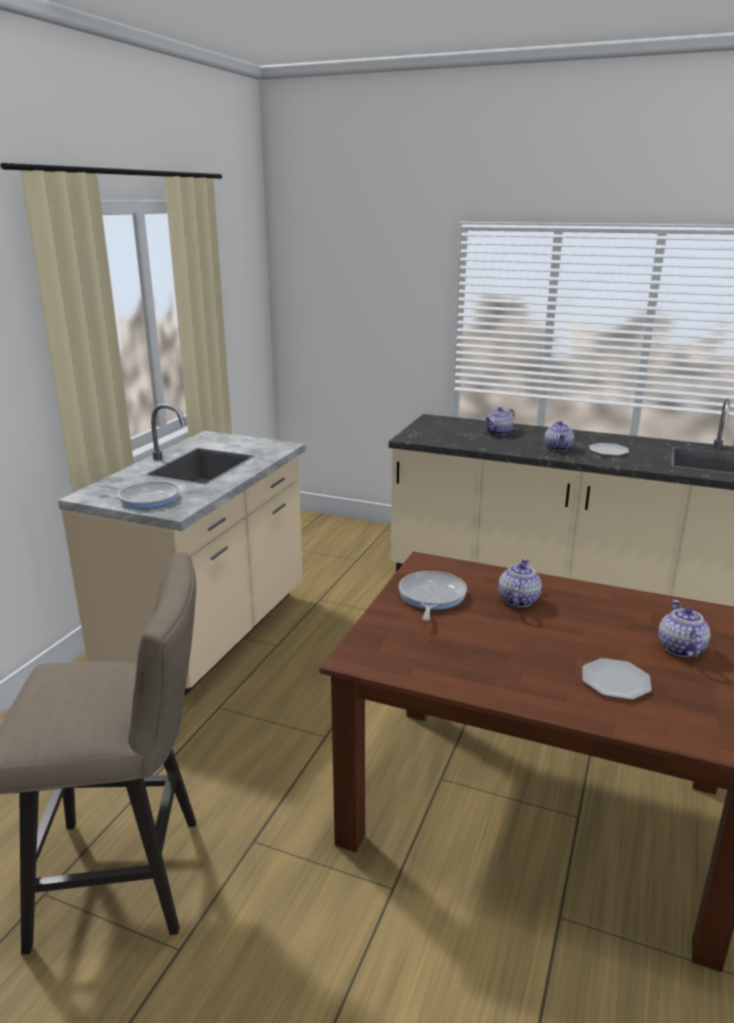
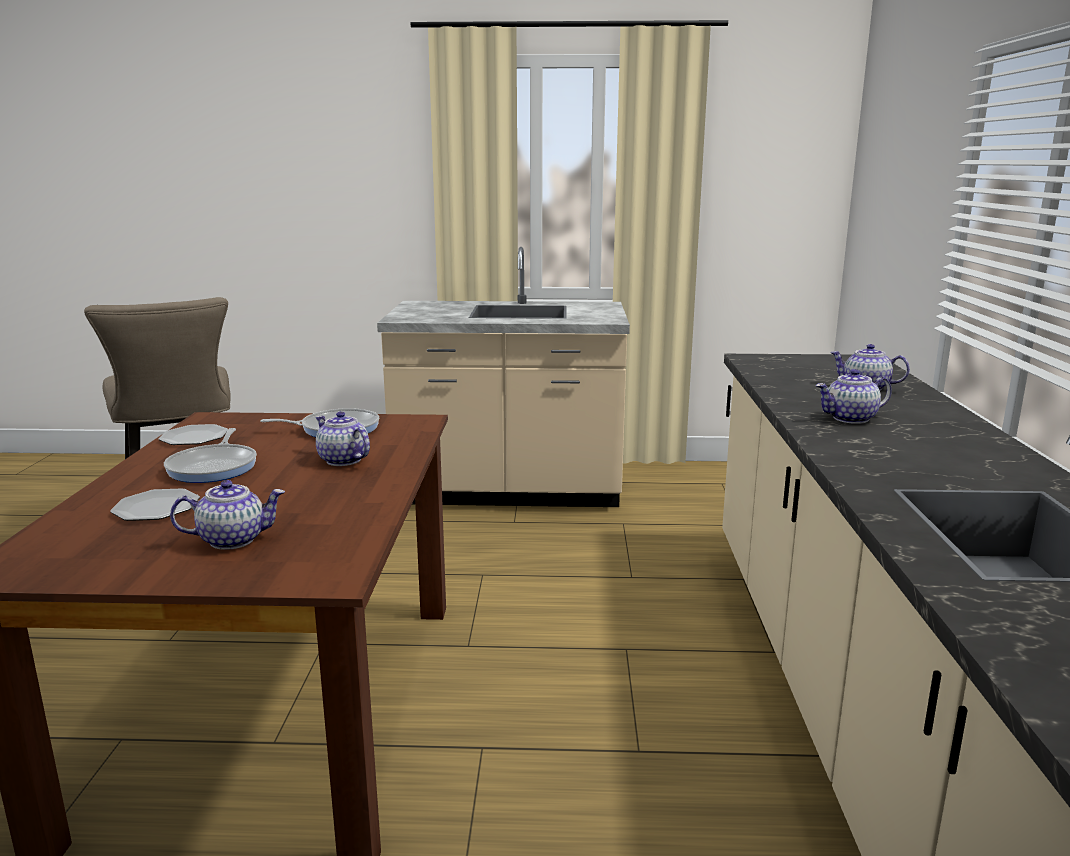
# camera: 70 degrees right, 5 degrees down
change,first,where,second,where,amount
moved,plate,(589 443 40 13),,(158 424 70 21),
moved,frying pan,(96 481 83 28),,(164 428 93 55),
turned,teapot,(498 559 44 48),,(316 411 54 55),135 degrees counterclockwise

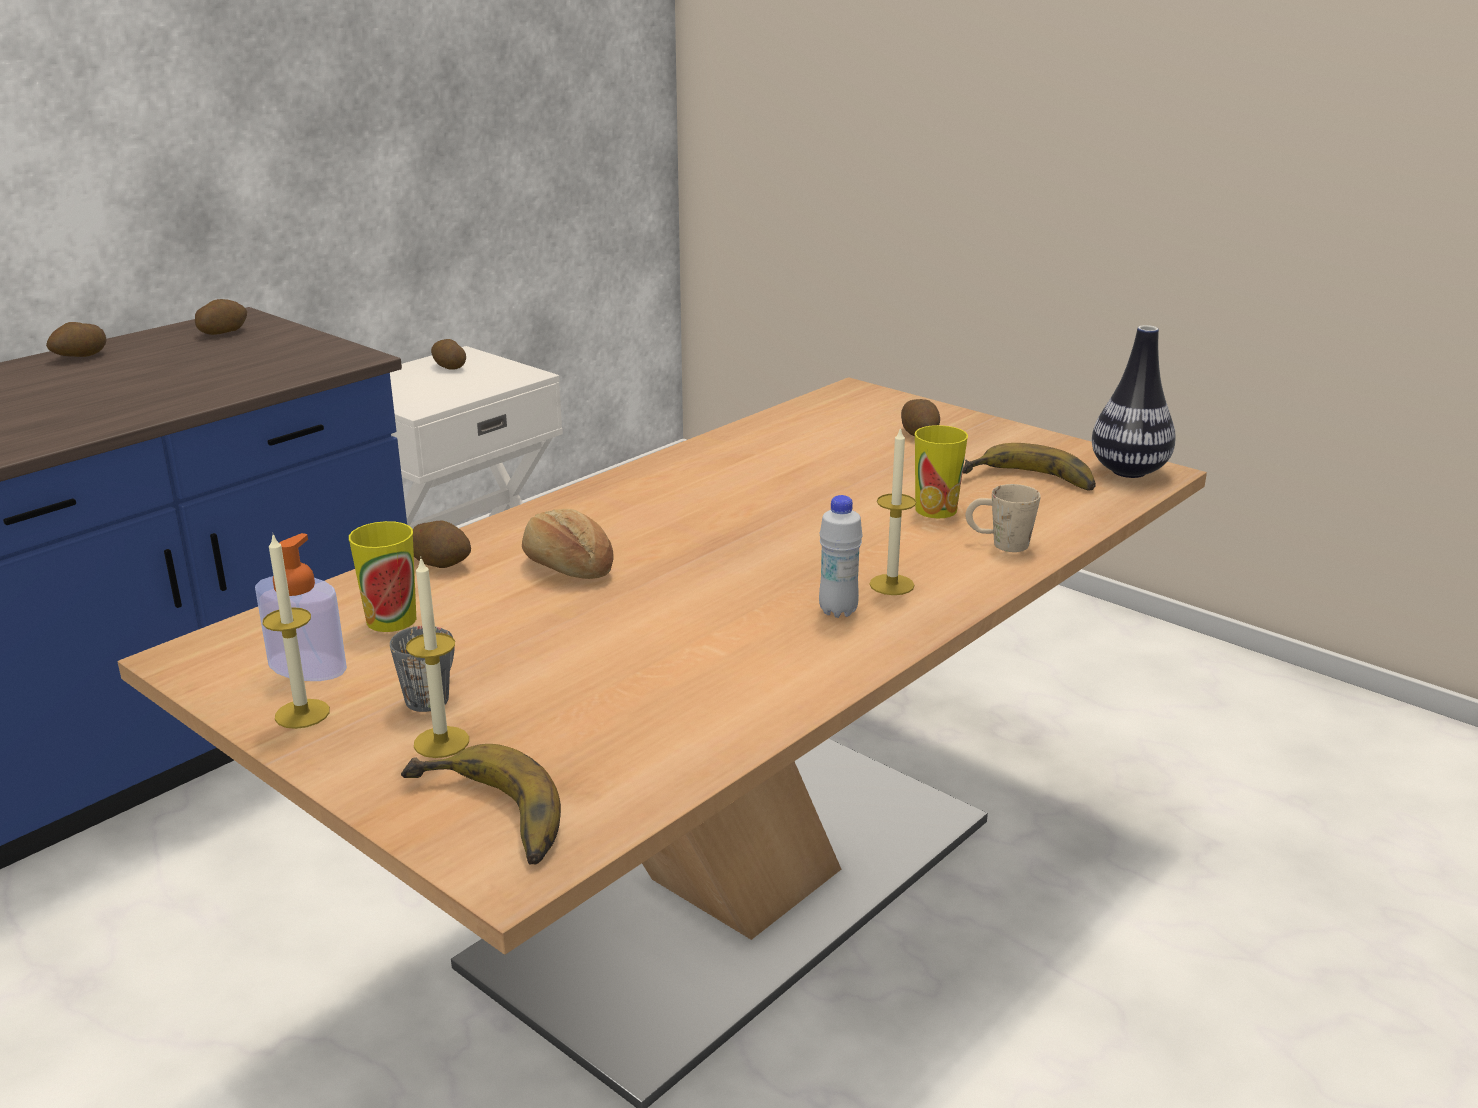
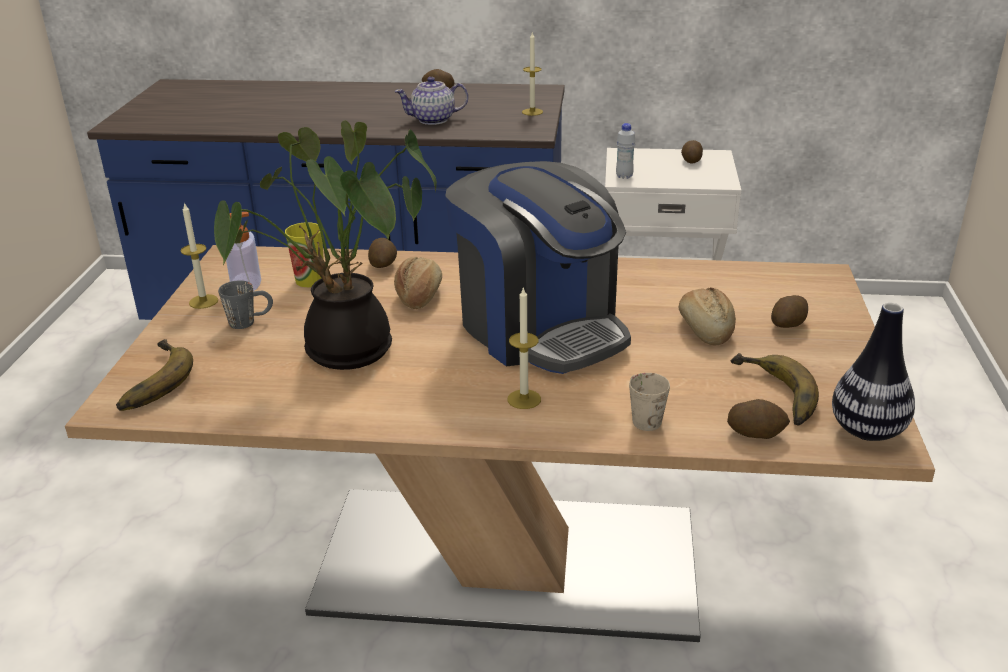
# camera: 55 degrees right, 5 degrees up
change,first,where,second,where,amount
moved,potato,(195 299 52 36),,(727 399 63 40),
removed,cup,(915 425 53 93),,,
moved,white bottle,(819 495 44 123),,(616 123 19 56),
moved,candle,(406 559 63 199),,(522 33 21 83),
added,,,teapot,(394 77 75 48),
added,,,potted plant,(214 120 223 250),
added,,,coffee machine,(445 161 186 213),
added,,,bread,(679 288 57 57),

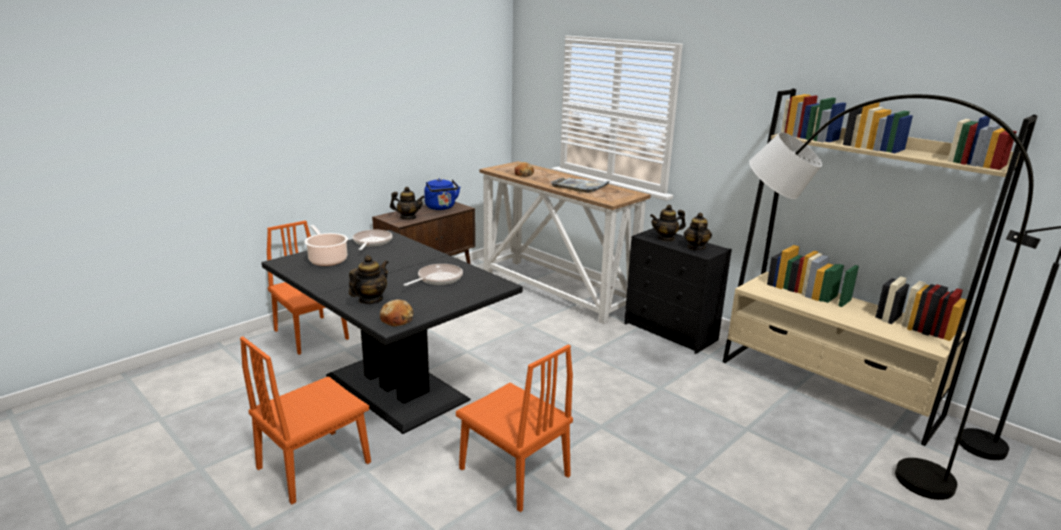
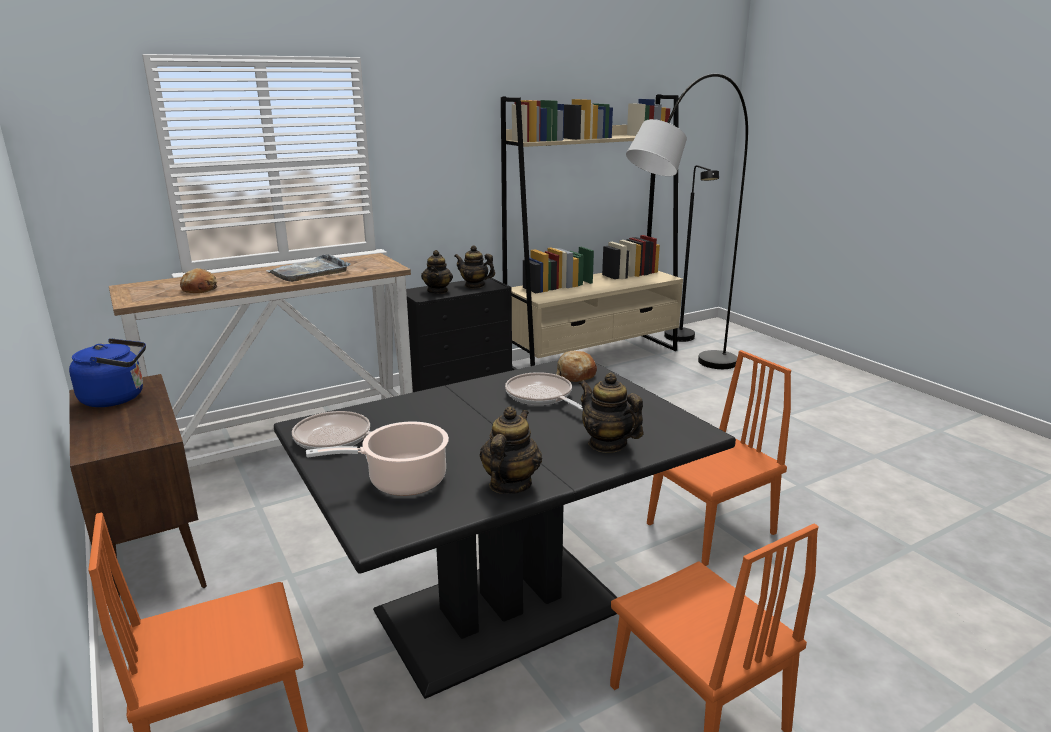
# camera: 75 degrees left, 0 degrees up
change,first,where,second,where,amount
moved,teapot,(390 187 35 33),,(479 406 63 88),
moved,bread,(380 300 34 26),,(556 351 41 31),

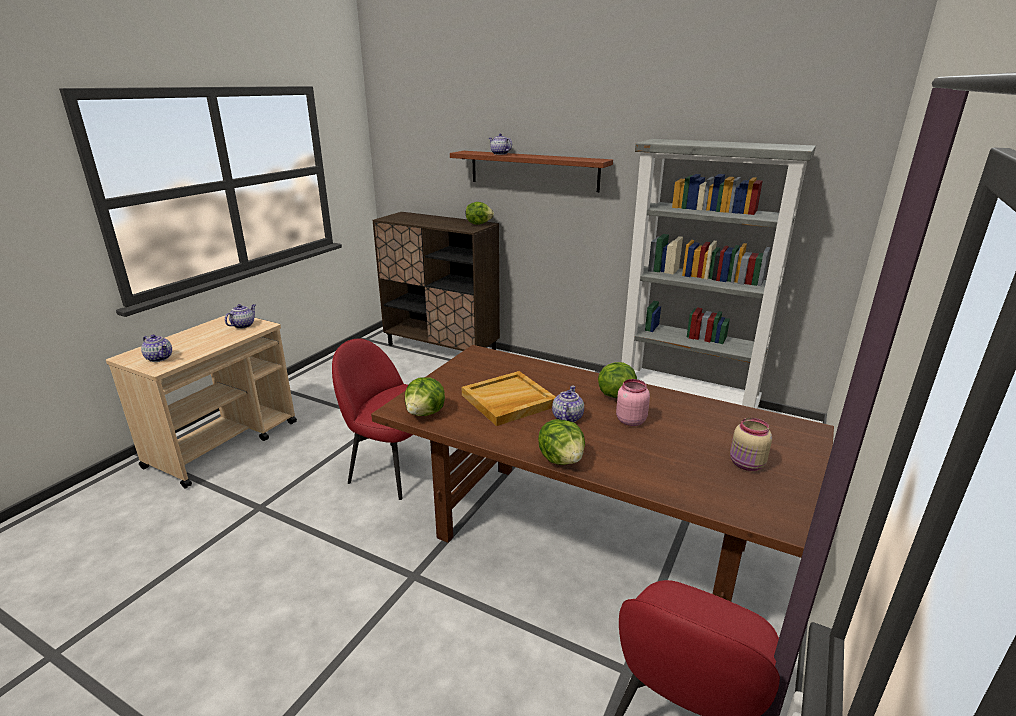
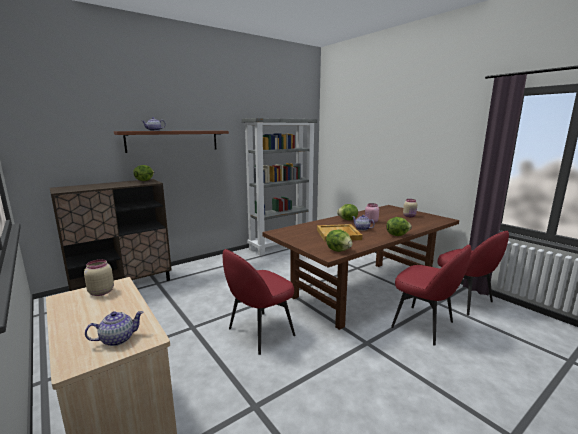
# camera: 65 degrees left, 10 degrees down
change,first,where,second,where,amount
replaced,teapot,(225 304 30 25),beige jar,(84 259 30 37),
added,,,red chair,(391 244 80 102),

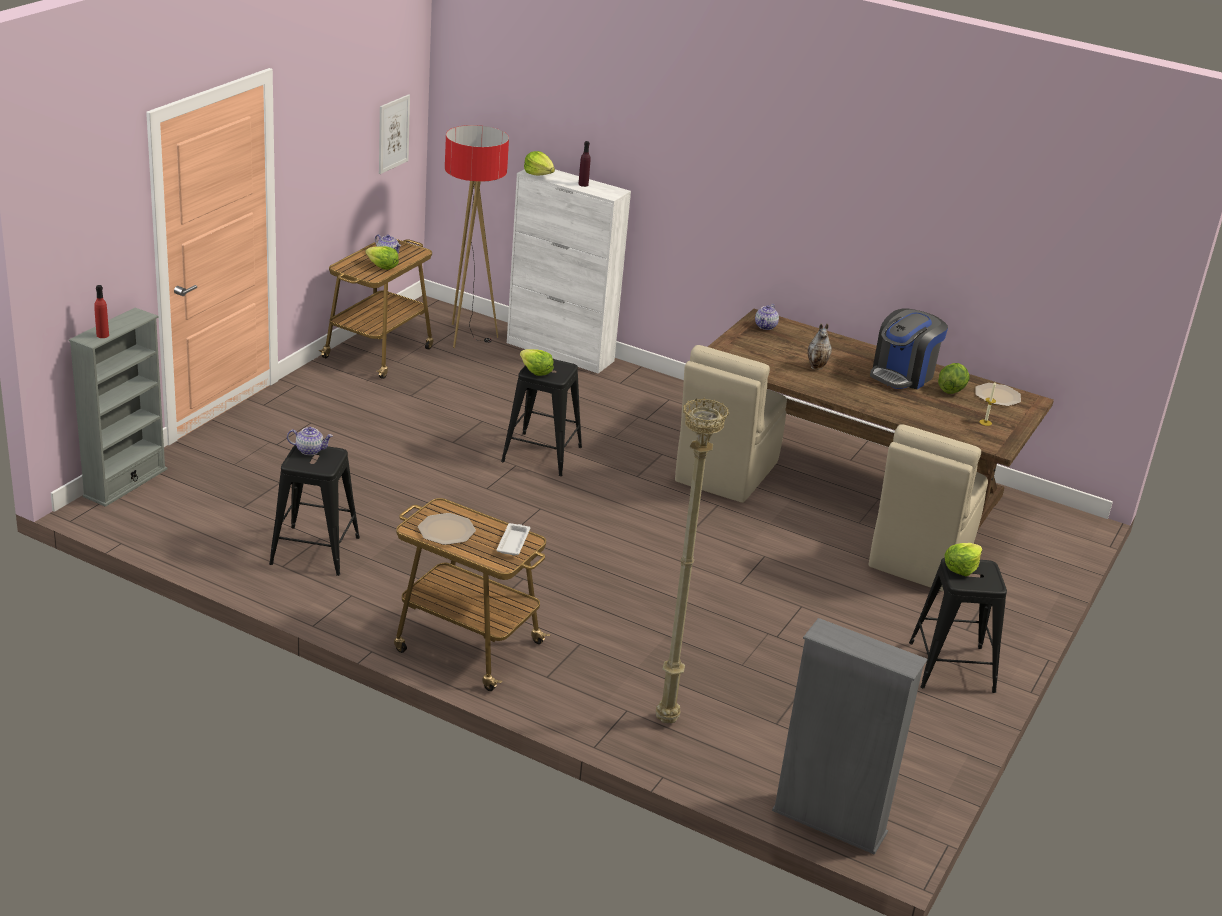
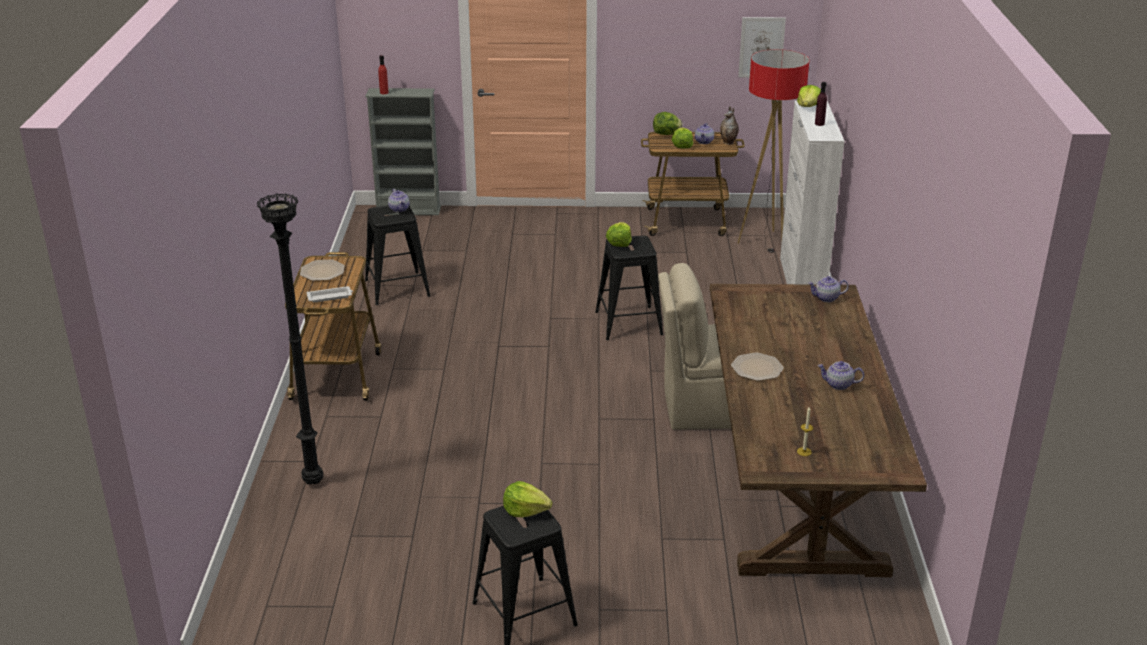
# camera: 65 degrees right, 0 degrees up
change,first,where,second,where,amount
replaced,coffee machine,(870 309 78 80),teapot,(818 361 46 29),
moved,vase,(807 323 25 47),,(720 106 19 39),
moved,lettuce,(938 363 32 31),,(653 112 30 23),
moved,plate,(975 383 46 23),,(731 352 53 29),
recoloured,beige floor lamp,(656 398 73 325),black floor lamp,(257 193 66 291),
removed,beige chair,(869 424 119 167),,,
removed,grey bookcase,(772 618 155 237),,,

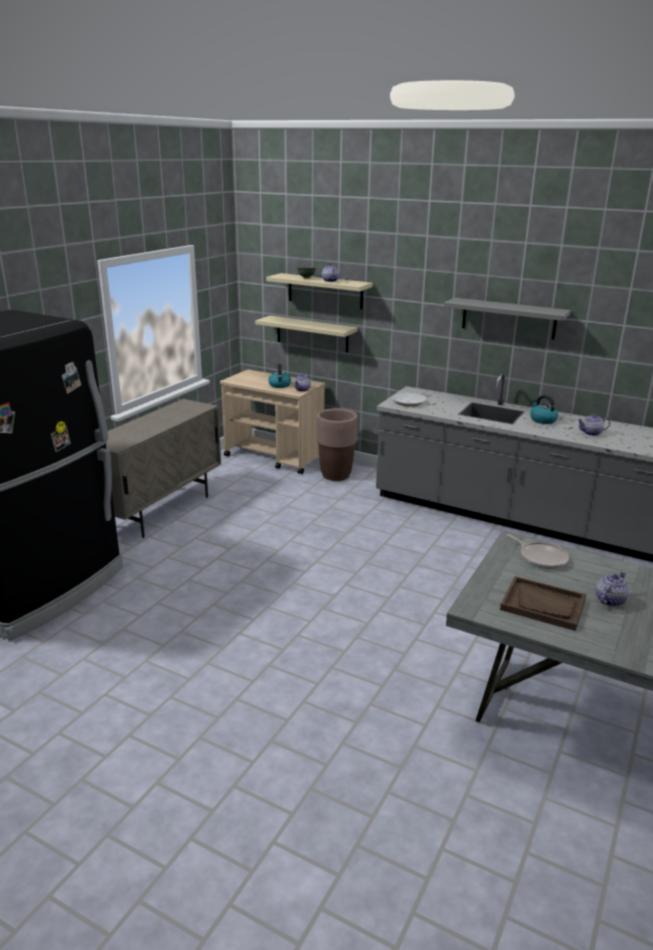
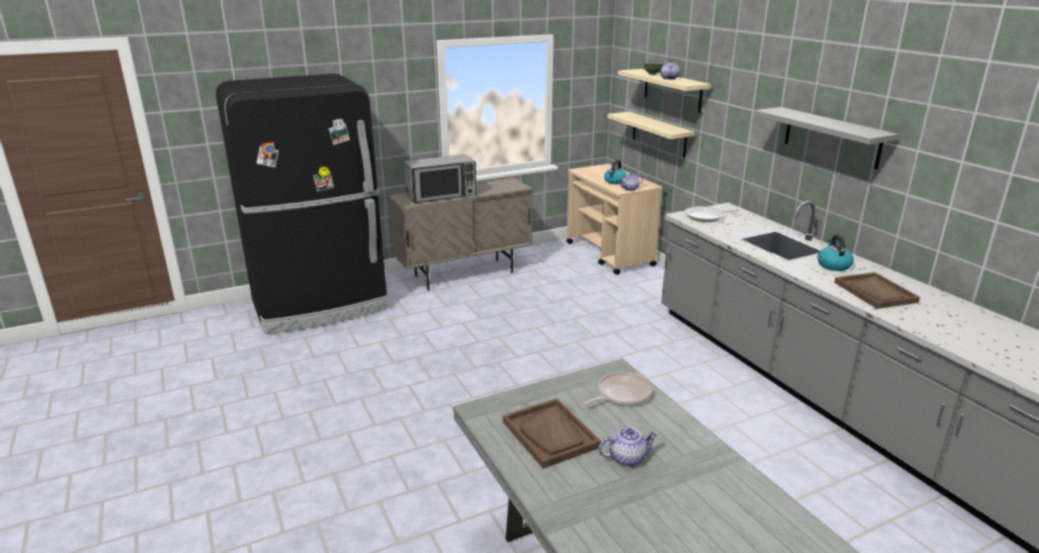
# camera: 35 degrees right, 0 degrees up
change,first,where,second,where,amount
removed,brown planter,(316 408 42 73),,,
replaced,teapot,(577 414 33 22),brown tray,(834 272 86 37),
turned,frying pan,(506 534 63 35),,(583 373 69 33),120 degrees counterclockwise
added,,,microwave,(403 154 74 49),

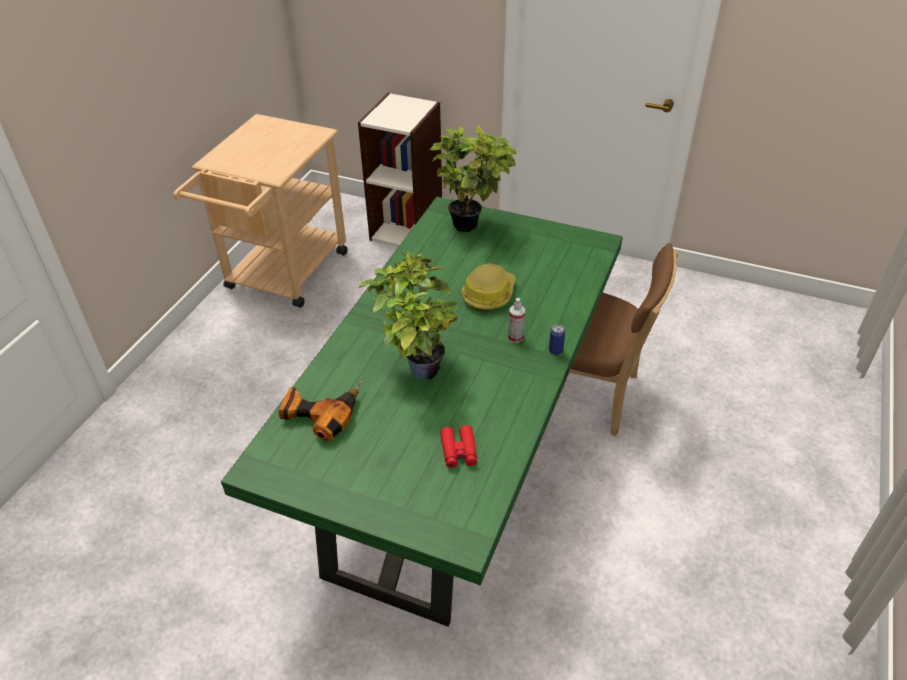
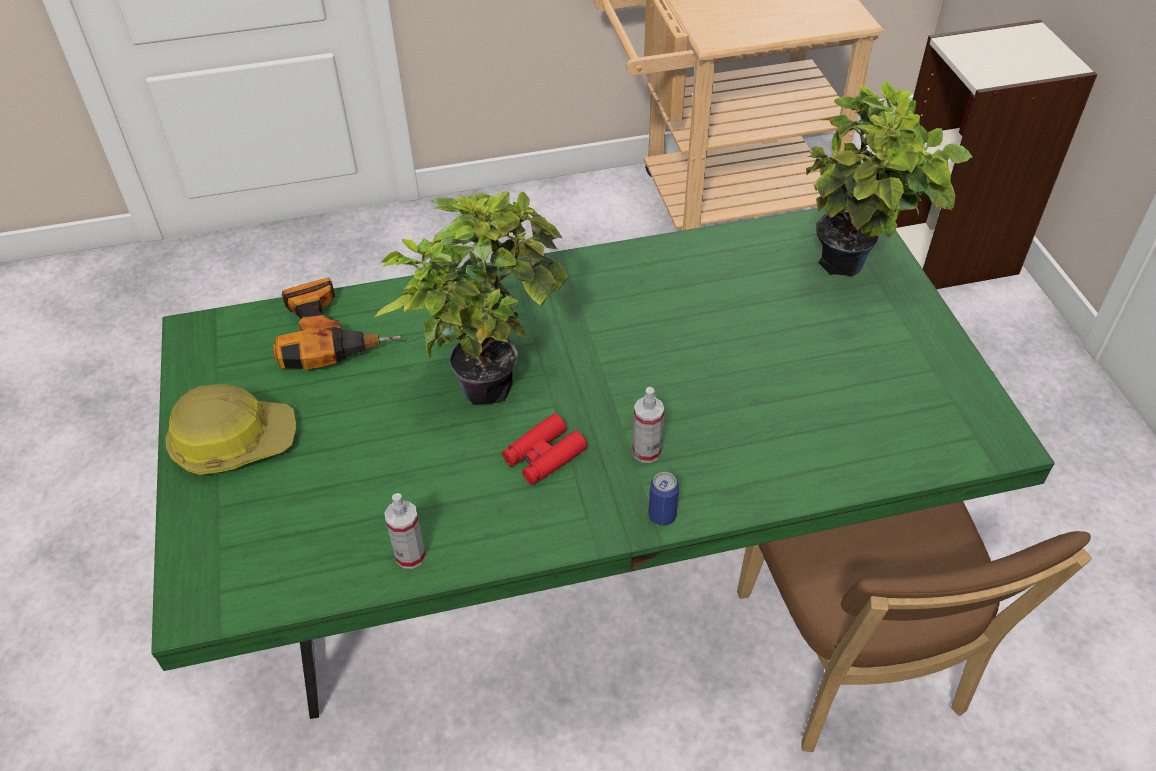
# camera: 55 degrees right, 5 degrees up
change,first,where,second,where,amount
moved,hard hat,(462 263 54 48),,(166 384 130 91),
moved,red binoculars,(440 425 37 43),,(502 414 85 71),
added,,,spray bottle,(385 493 41 76),

